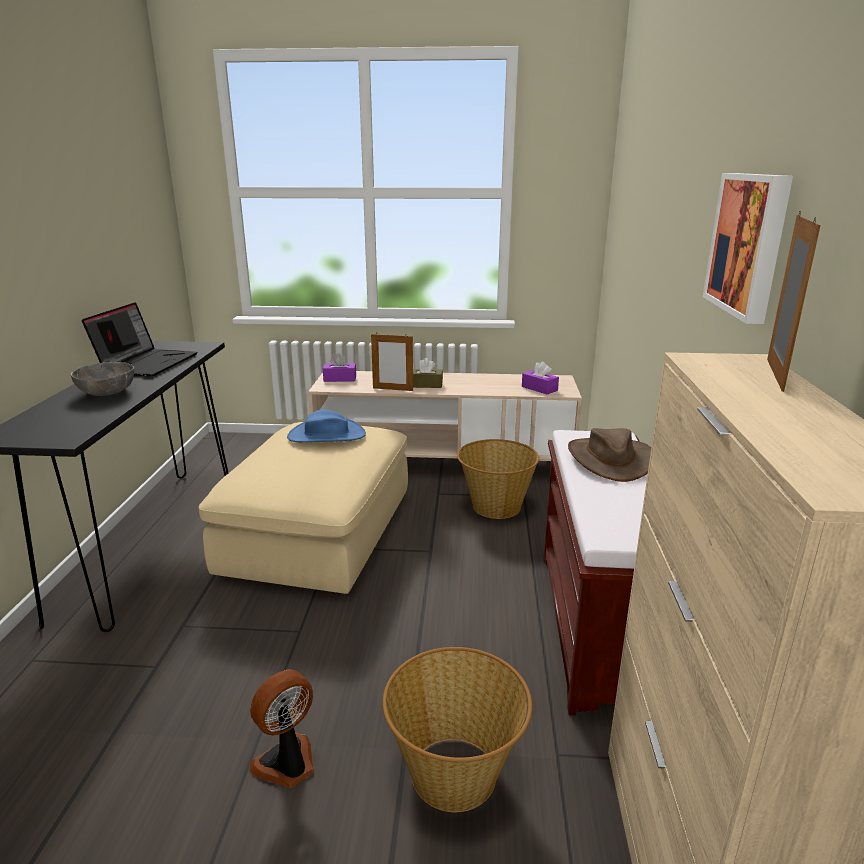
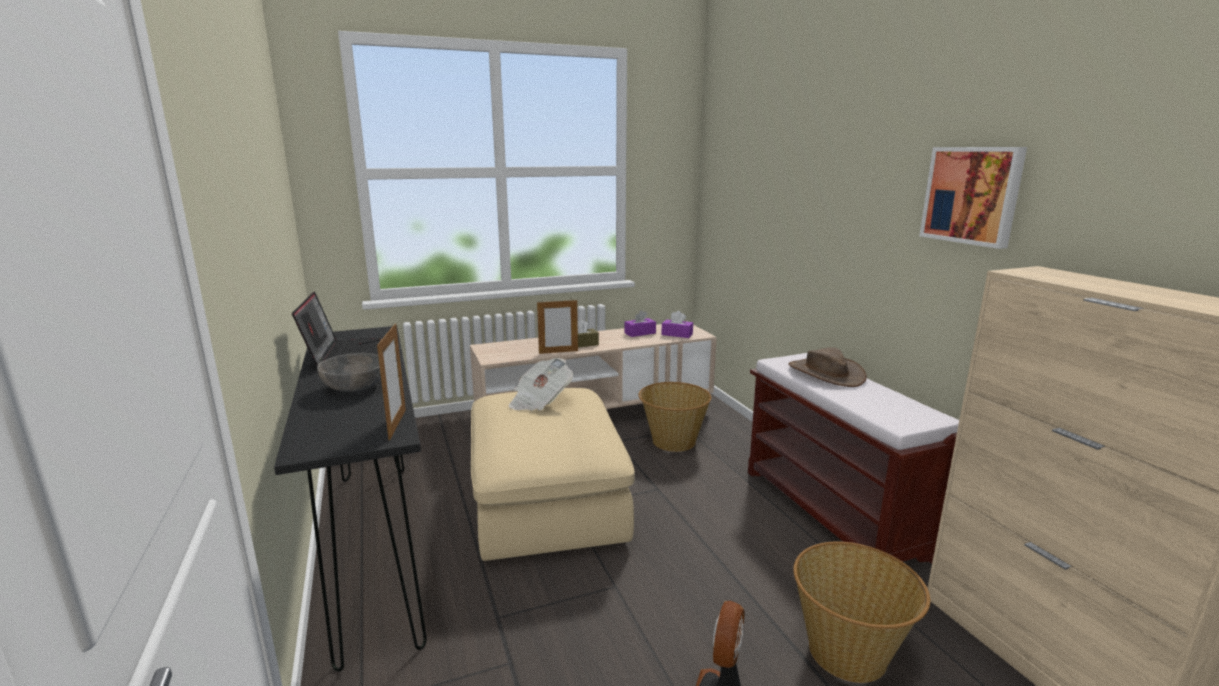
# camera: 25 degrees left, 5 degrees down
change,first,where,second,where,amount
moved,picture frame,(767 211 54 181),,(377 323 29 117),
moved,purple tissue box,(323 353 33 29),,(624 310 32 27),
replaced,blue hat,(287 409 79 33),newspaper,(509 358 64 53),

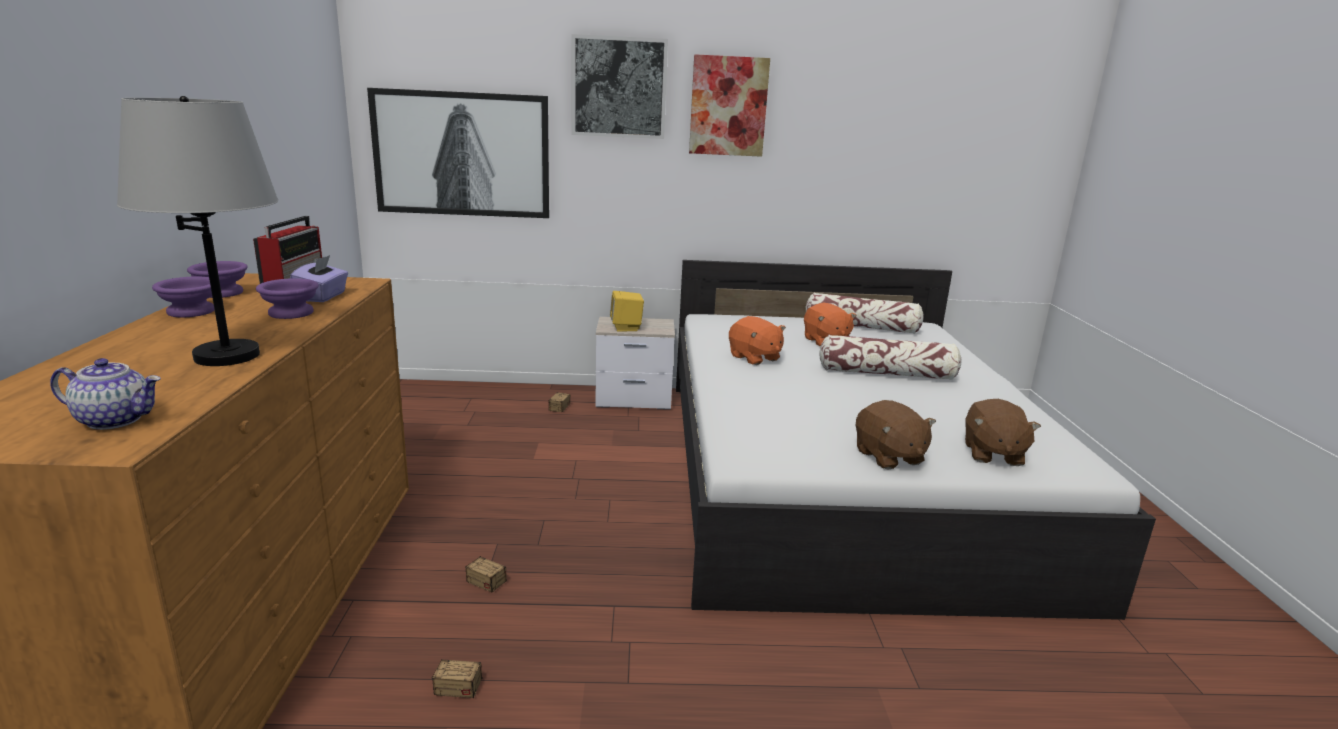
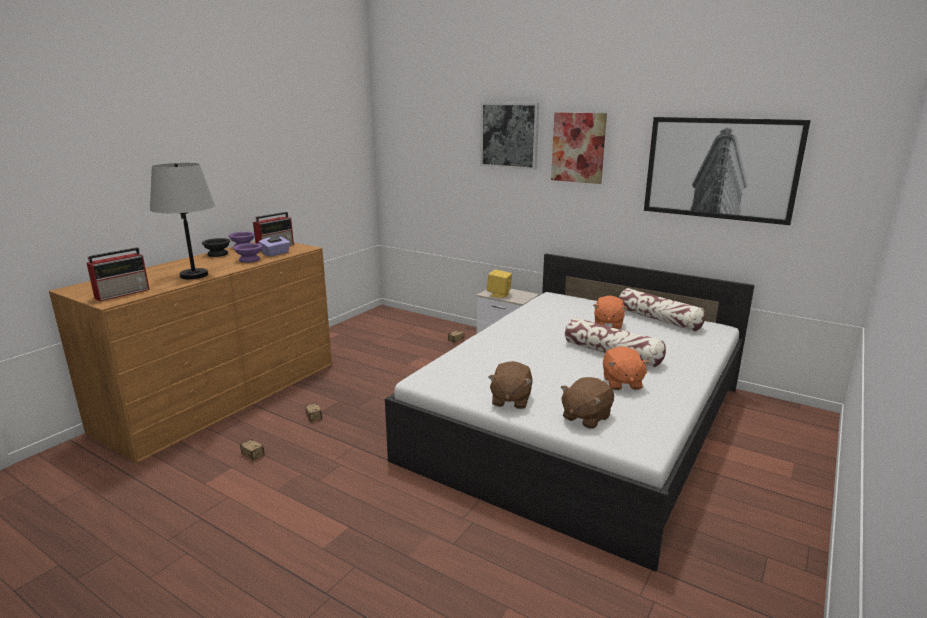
# camera: 35 degrees right, 0 degrees up
change,first,where,second,where,amount
moved,picture,(367 88 182 130),,(644 117 167 108),
recoloured,purple bowl,(152 277 63 40),black bowl,(202 238 28 19),
moved,orange plush toy,(729 316 57 49),,(603 346 47 44),
replaced,teapot,(50 358 111 72),radio,(87 248 63 53),

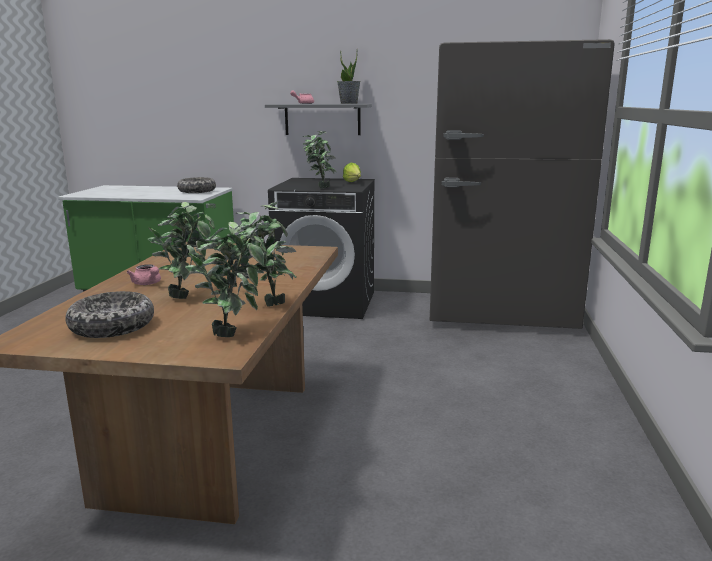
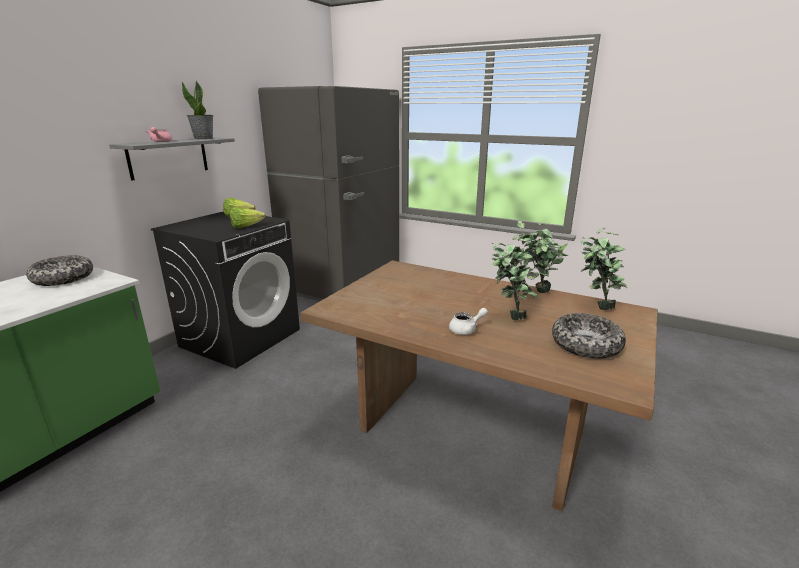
# camera: 70 degrees left, 5 degrees up
change,first,where,second,where,amount
replaced,potted plant,(303 131 34 58),lettuce,(230 207 36 21),
recoloured,pink teapot,(127 264 34 21),white teapot,(449 308 39 27),

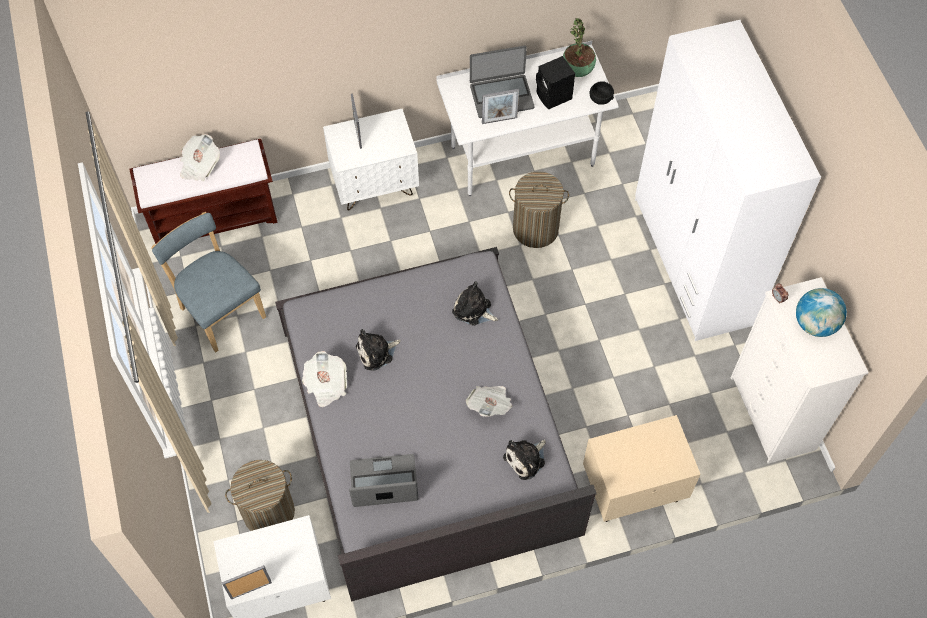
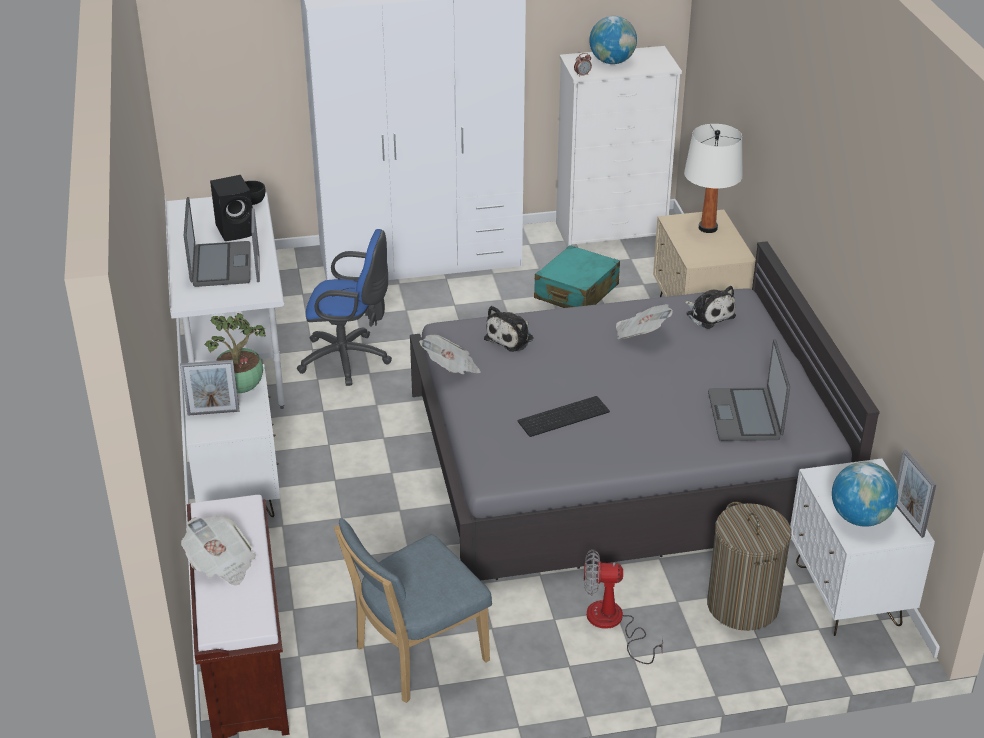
# camera: 85 degrees left, 25 degrees down
change,first,where,second,where,amount
moved,potted plant,(563 18 33 59),,(204 313 62 80),
replaced,laundry basket,(509 171 60 77),blue office chair,(297 229 95 157),
replaced,plush toy,(356 329 45 42),keyboard,(518 396 92 41),
moved,newspaper,(302 351 45 56),,(419 335 62 40),
added,,,white table lamp,(684 124 59 109),
added,,,turquoise suitcase,(534 245 86 63),
added,,,globe,(832 462 66 65),
added,,,fan,(584 549 79 115),

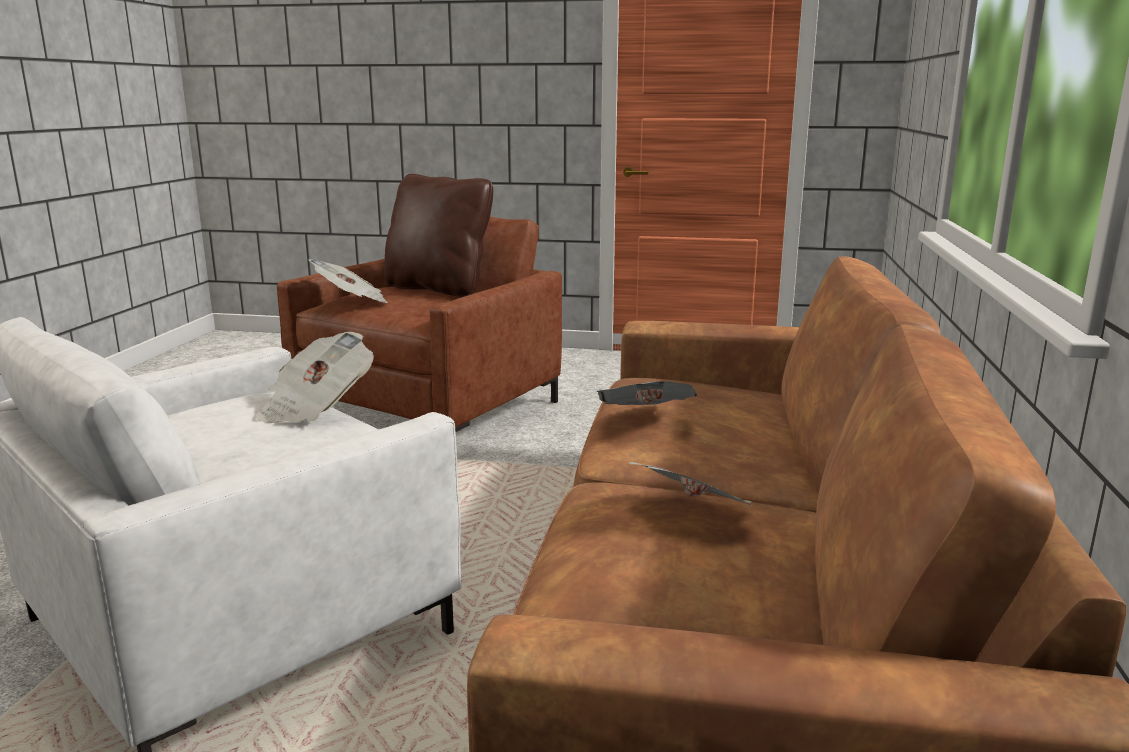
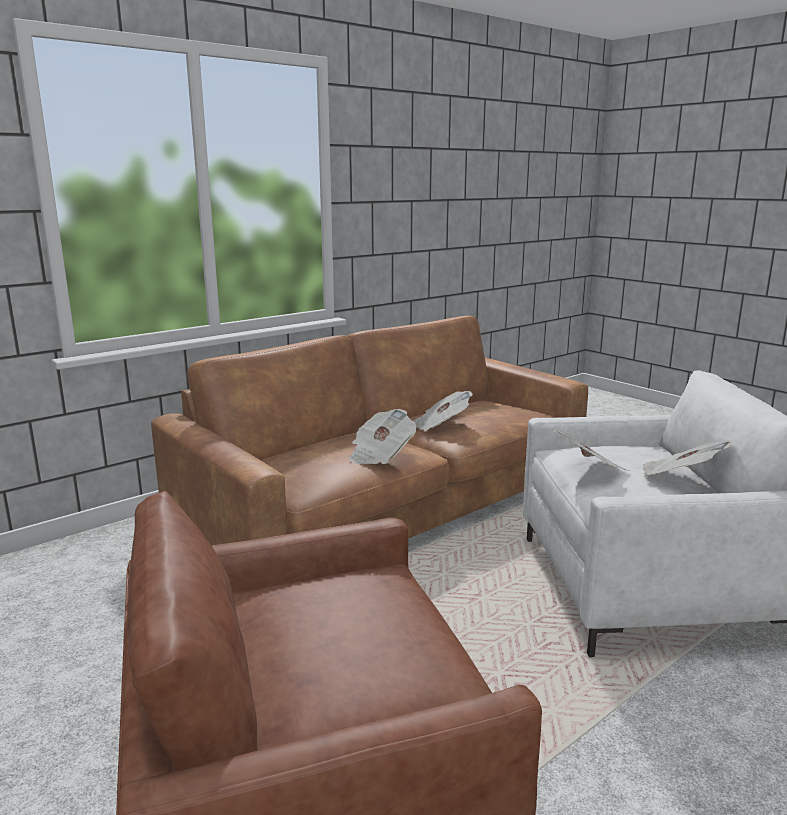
# camera: 140 degrees left, 0 degrees up
change,first,where,second,where,amount
removed,brown pillow,(385 174 108 123),,,
moved,newspaper,(309 259 79 44),,(643 440 89 37),

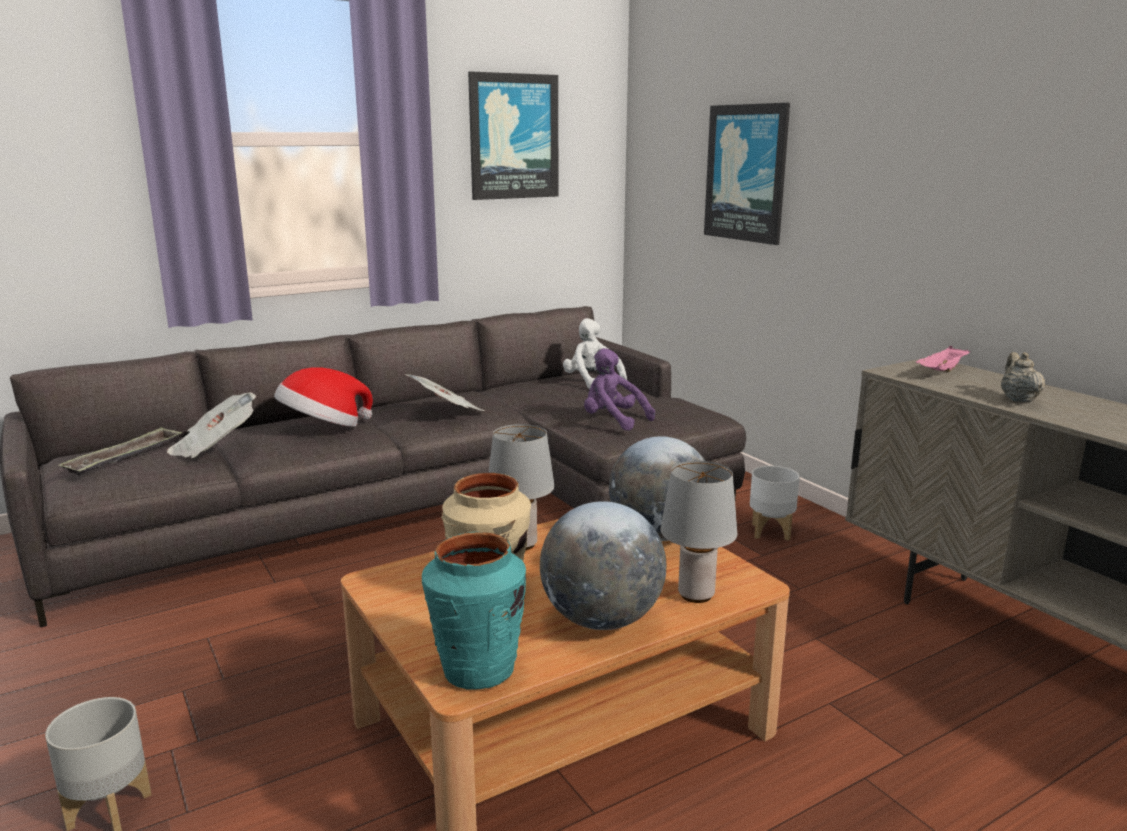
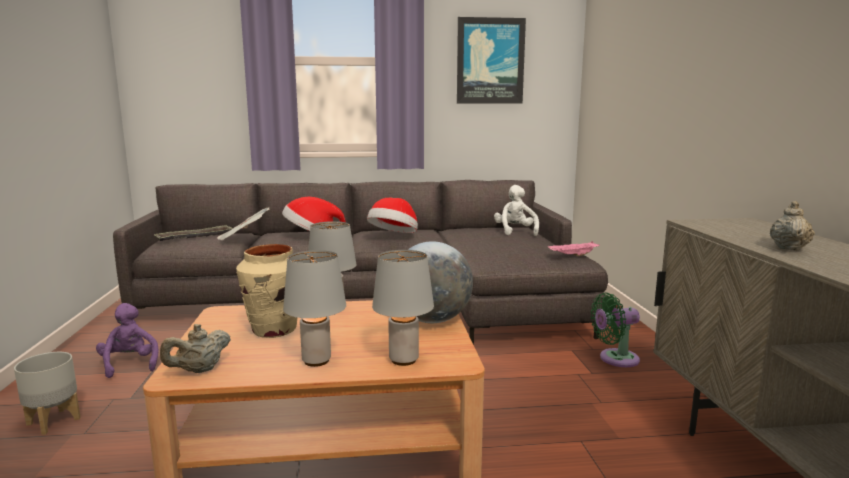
# camera: 25 degrees right, 5 degrees down
change,first,where,second,where,amount
removed,picture,(704 103 86 142),,,
moved,pink tray,(916 346 54 26),,(548 241 51 15),
moved,purple plush toy,(584 348 71 83),,(96 303 63 75),
replaced,newspaper,(405 374 79 37),hat,(367 198 51 35),
replaced,white planter,(750 466 50 75),green fan,(591 293 49 74),
replaced,globe,(540 501 126 129),grey table lamp,(283 250 63 117),
replaced,turquoise vase,(422 532 104 158),beige teapot,(160 324 71 49),

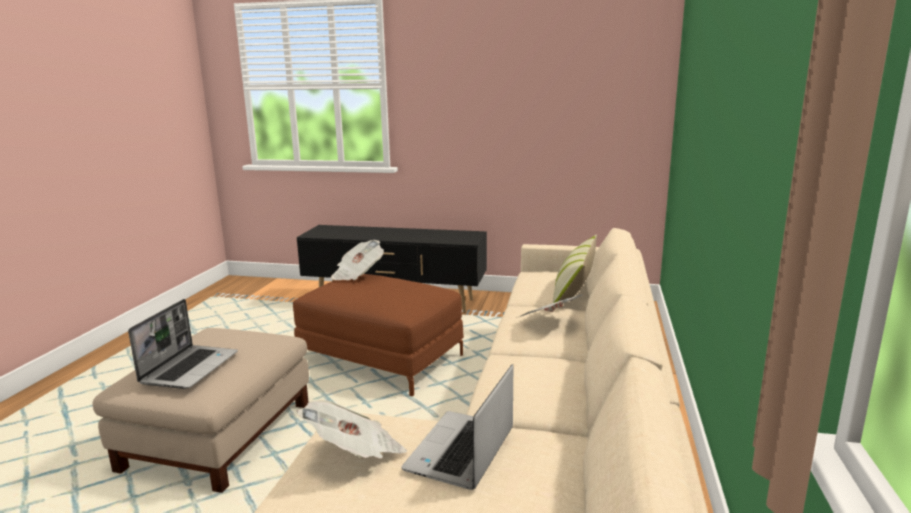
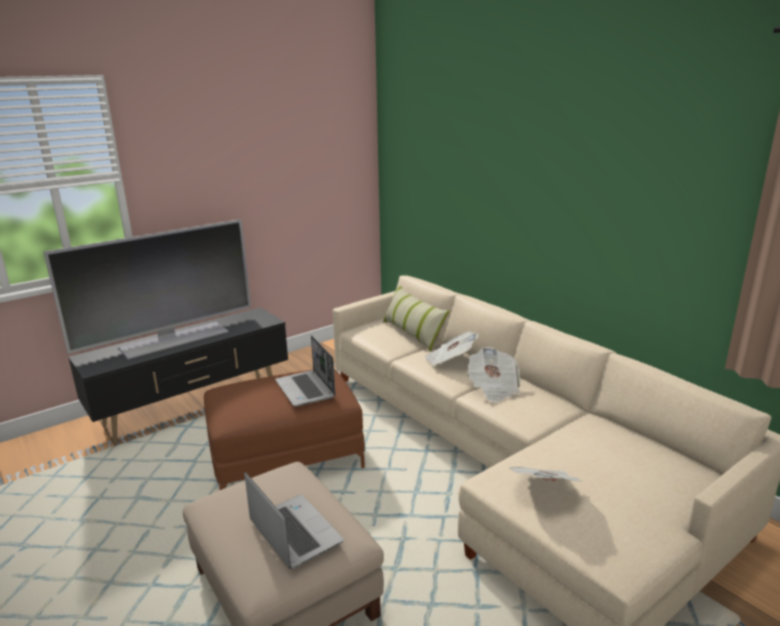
# camera: 50 degrees left, 5 degrees up
change,first,where,second,where,amount
moved,newspaper,(331 240 53 41),,(467 347 54 56),
moved,laptop,(402 364 111 126),,(275 335 61 71),
added,,,television,(44 219 207 140),

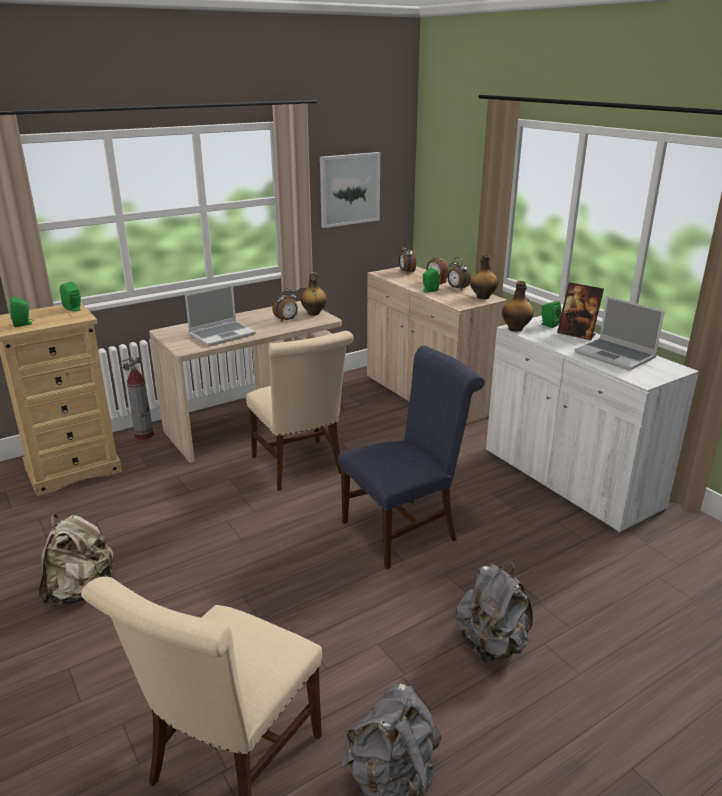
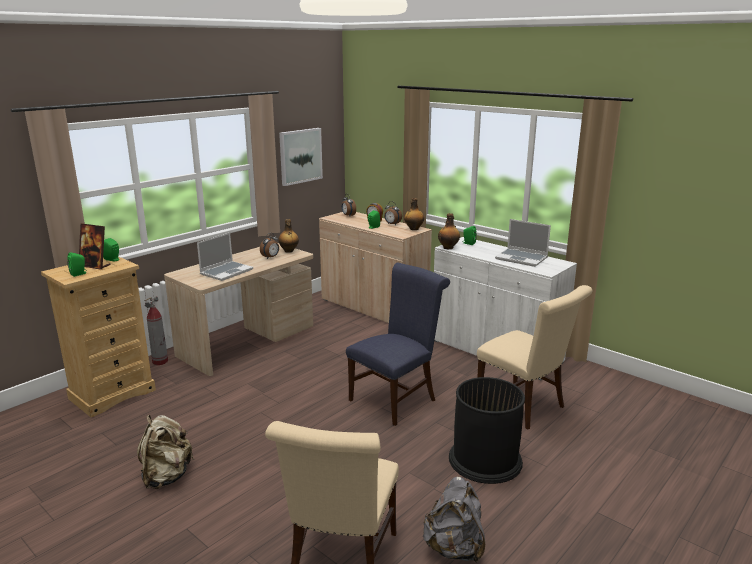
# camera: 15 degrees left, 5 degrees down
change,first,where,second,where,amount
moved,picture frame,(557 282 47 58),,(79 223 32 47),
moved,beige chair,(246 331 108 160),,(477 285 116 145),
replaced,grey backpack,(456 562 77 100),black trash can,(449 377 76 107),

